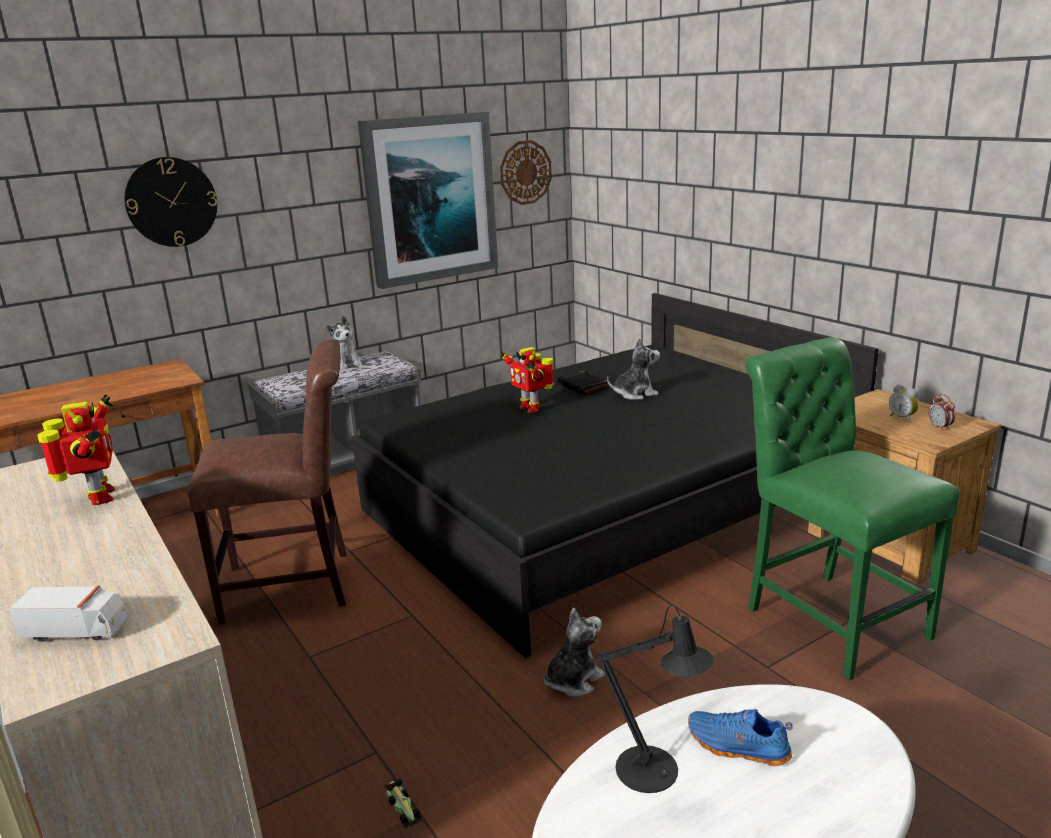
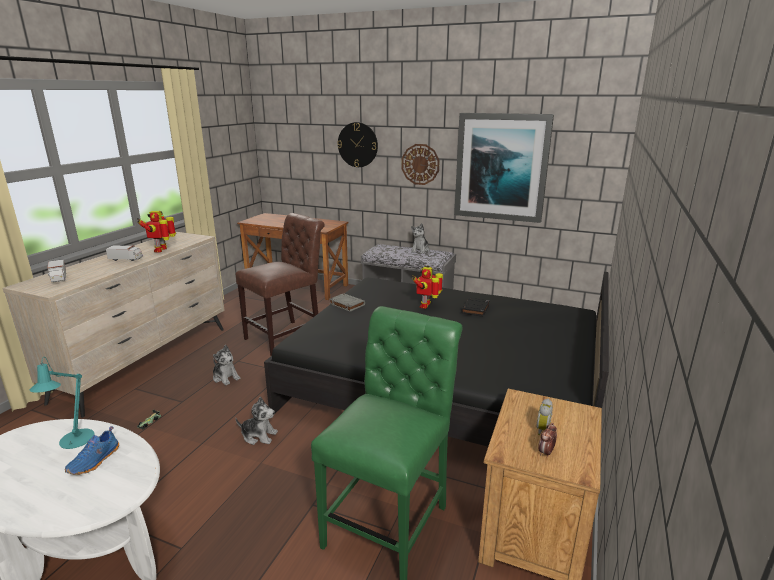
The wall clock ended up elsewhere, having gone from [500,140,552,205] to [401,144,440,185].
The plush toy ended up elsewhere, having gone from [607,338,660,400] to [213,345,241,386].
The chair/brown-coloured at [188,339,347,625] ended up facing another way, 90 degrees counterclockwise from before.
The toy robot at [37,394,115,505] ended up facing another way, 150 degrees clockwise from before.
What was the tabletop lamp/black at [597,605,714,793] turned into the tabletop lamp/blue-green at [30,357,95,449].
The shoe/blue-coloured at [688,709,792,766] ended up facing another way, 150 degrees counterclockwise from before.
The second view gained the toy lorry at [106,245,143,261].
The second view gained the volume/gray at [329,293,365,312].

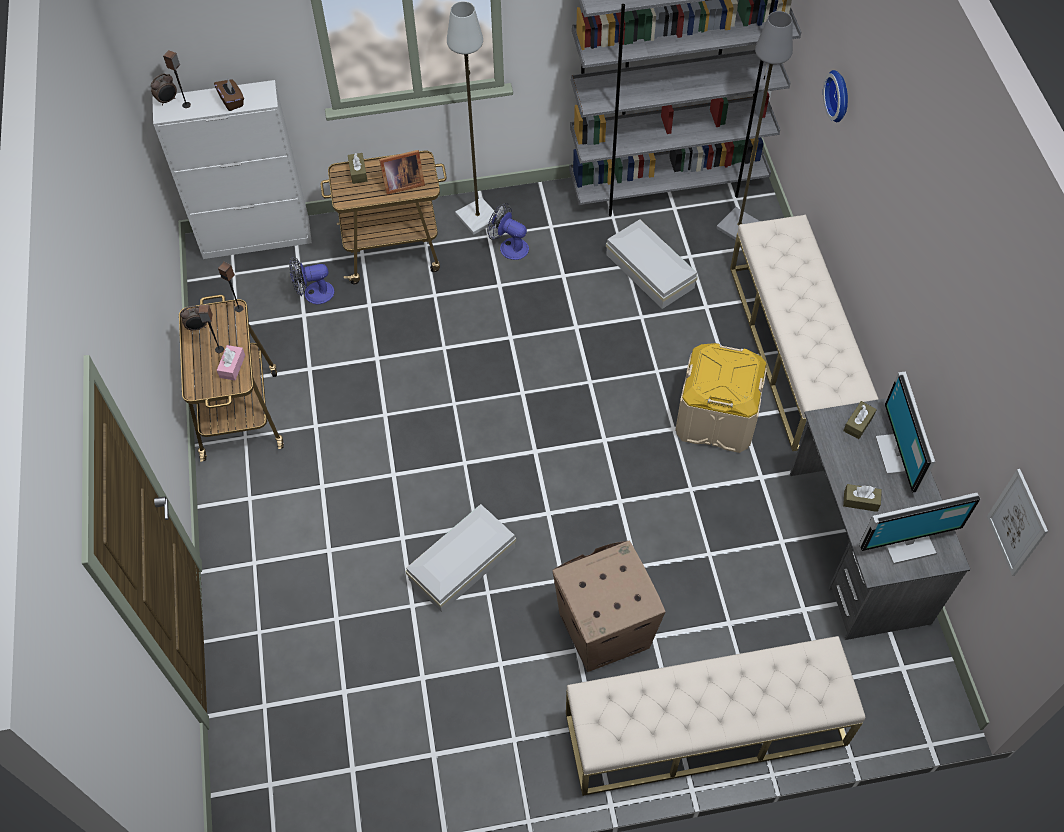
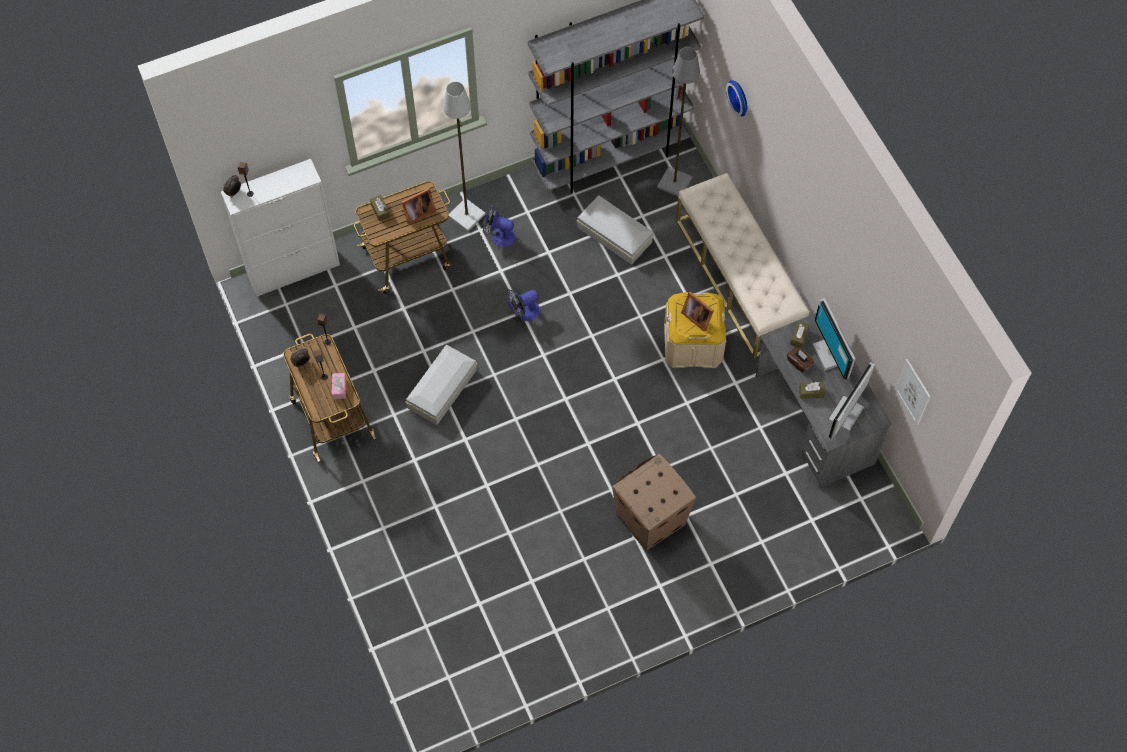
The tissue holder/brown-coloured ended up elsewhere, having gone from [214,79,244,111] to [787,347,814,373].
The cooling fan ended up elsewhere, having gone from [289,256,334,304] to [506,289,540,321].
The computer display at [859,493,980,565] ended up facing another way, 150 degrees clockwise from before.
The storage box/whitish ended up elsewhere, having gone from [406,504,516,612] to [405,345,477,425].
The second view lost the bench/beige at [566,636,865,796].
The second view gained the photo frame at [681,292,714,332].

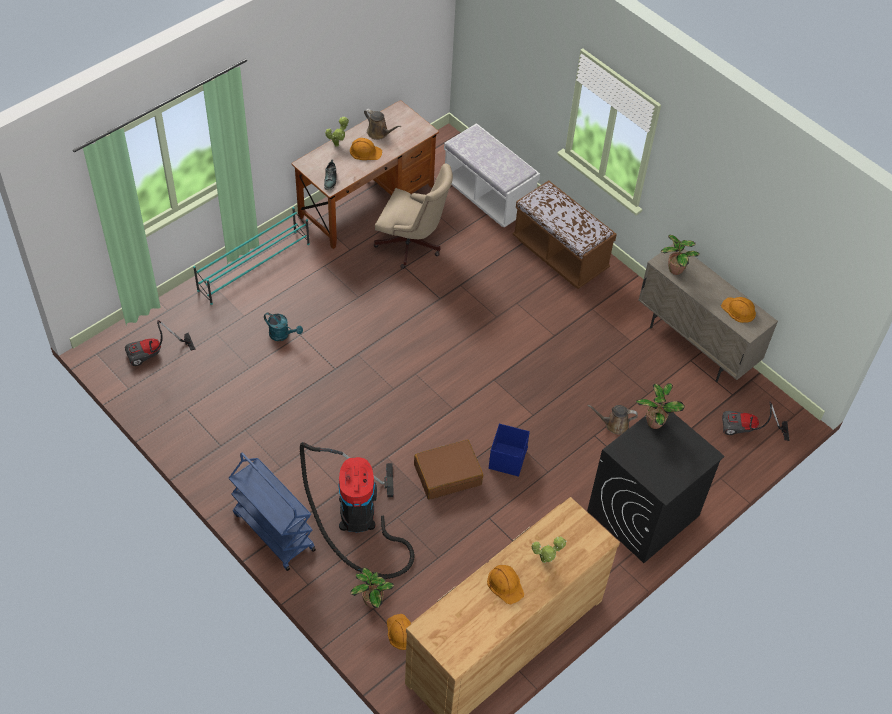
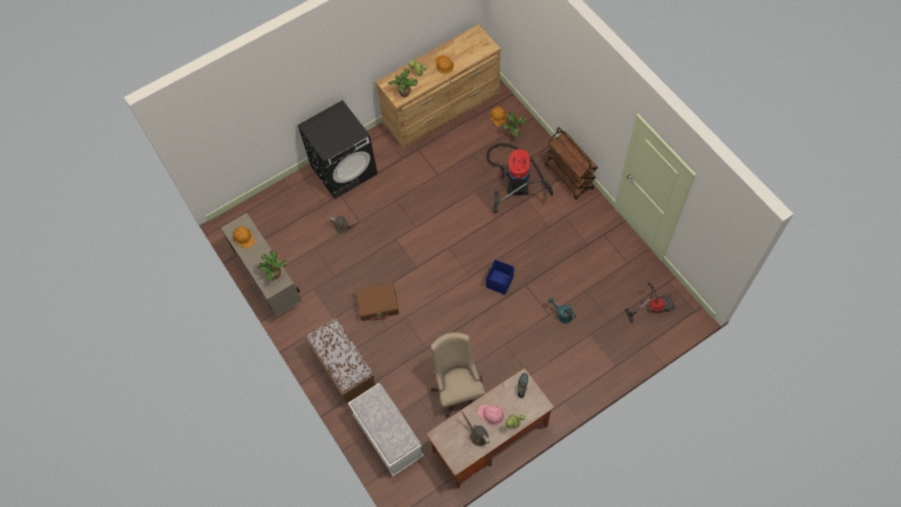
What was the safety helmet/orangey at [350,138,382,160] turned into the safety helmet/pink-coloured at [477,405,505,426].
The computer chair/beige at [374,164,453,269] ended up facing another way, 45 degrees clockwise from before.
The second view lost the shoe stand/blue-green at [193,207,310,305].
The potted plant ended up elsewhere, having gone from [636,383,685,429] to [388,69,418,97].
The second view lost the vacuum cleaner at [722,402,789,441].
The storage box/blue-coloured ended up elsewhere, having gone from [489,423,530,477] to [486,260,514,295].
The suitcase/brown-coloured ended up elsewhere, having gone from [414,439,483,500] to [355,283,399,321].
What was the cart/blue-coloured at [229,453,316,571] turned into the cart/brown-coloured at [545,127,598,200].

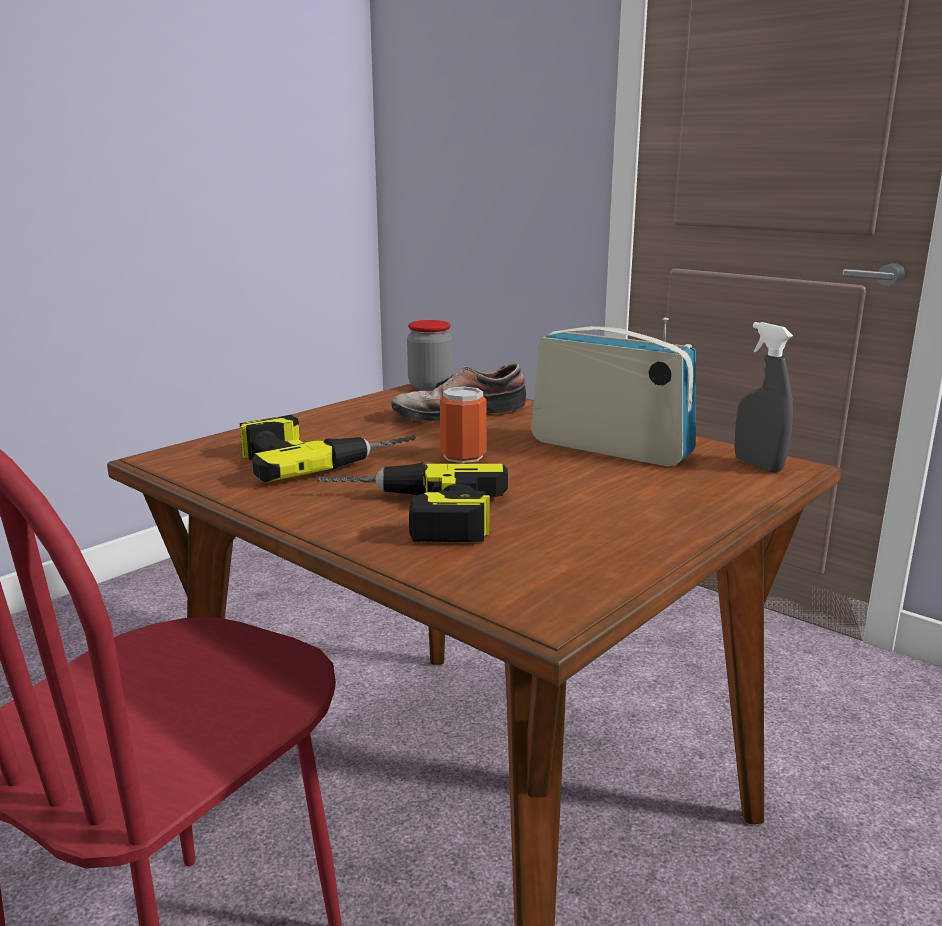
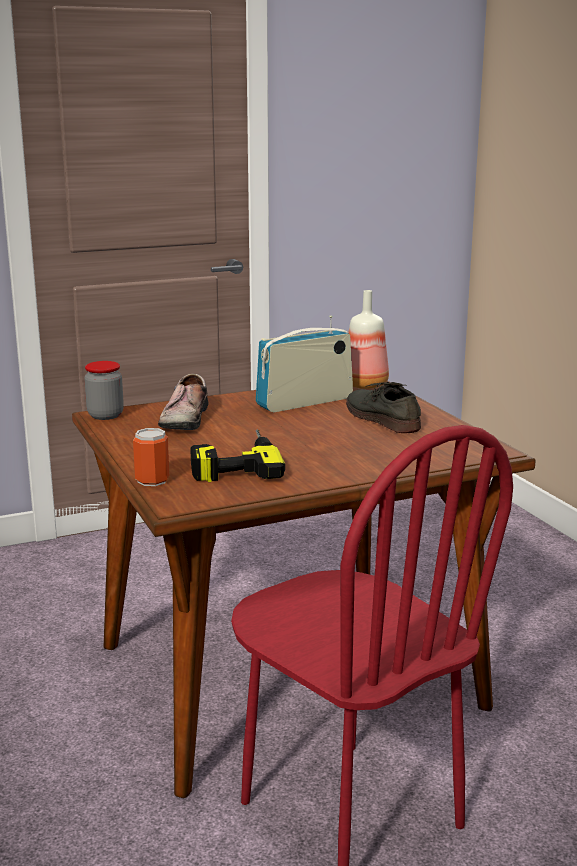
Where the hand sprayer/gray stood at [734,322,793,473], the drink bottle came to stand at [348,290,389,389].
The metal can ended up elsewhere, having gone from [440,387,486,463] to [133,428,169,486].
The second view lost the power drill at [316,462,508,542].
The second view gained the shoe/gray at [346,382,421,433].

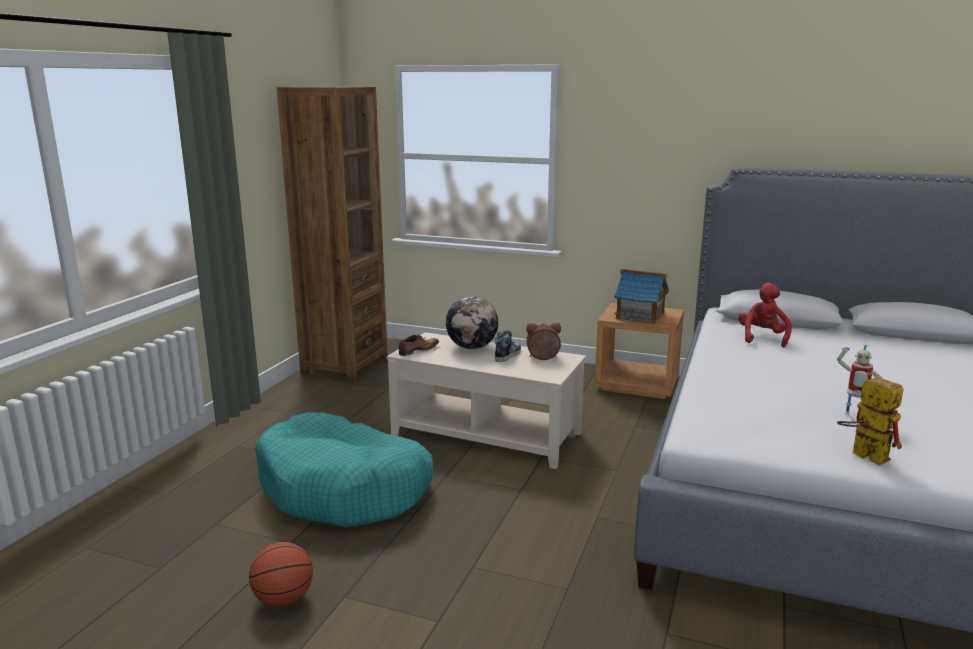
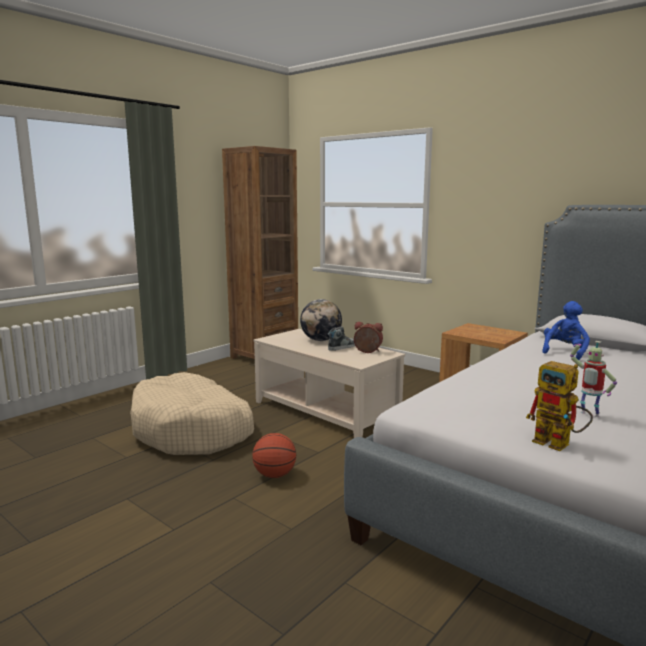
The second view lost the model house at [614,268,669,324].
What was the plush toy/red-coloured at [738,283,792,347] turned into the plush toy/blue-coloured at [542,301,590,360].
The second view lost the shoe at [399,335,439,356].
The toy robot at [837,372,904,466] ended up facing another way, 150 degrees clockwise from before.
What was the pet bed/blue-green at [255,412,433,527] turned into the pet bed/beige at [130,372,254,455].
The basketball ball ended up elsewhere, having gone from [249,542,313,607] to [252,433,296,478].

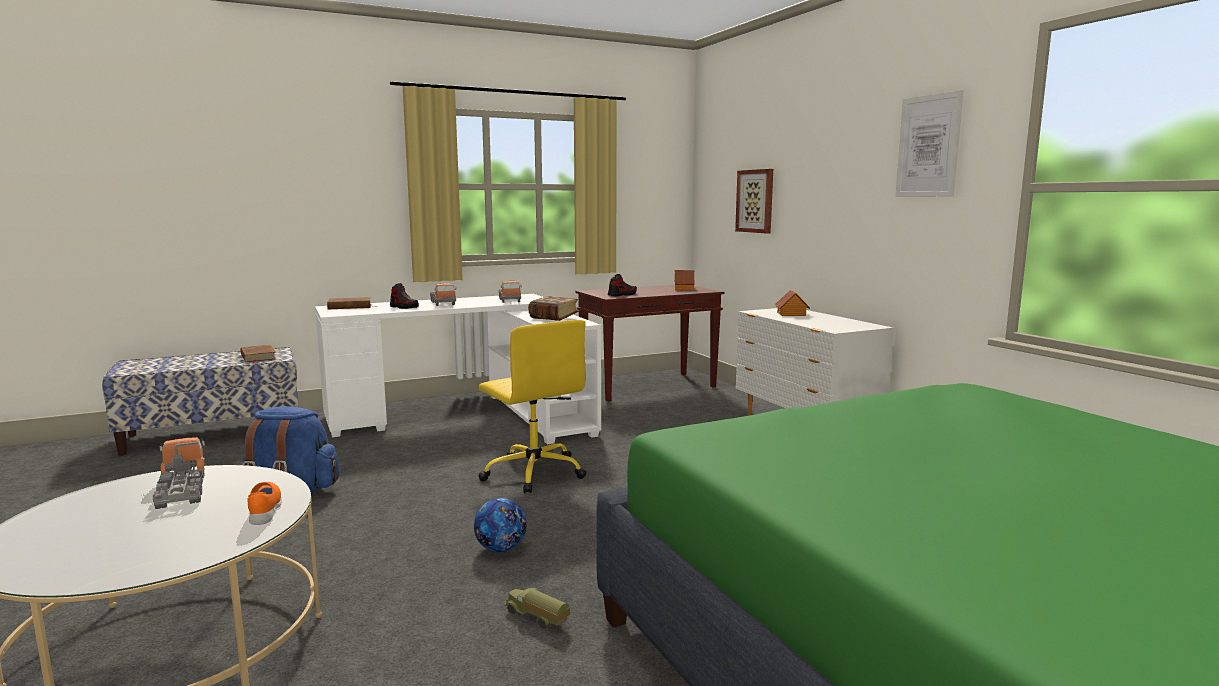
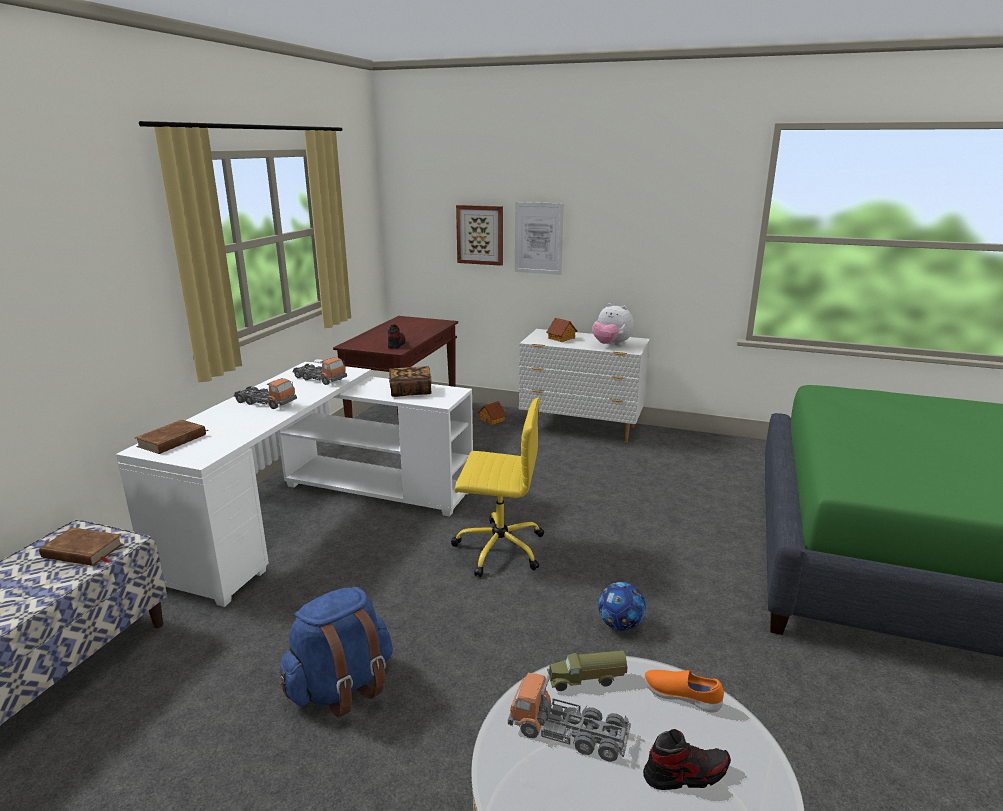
The picture ended up elsewhere, having gone from [895,90,964,197] to [515,202,564,275].
The model house ended up elsewhere, having gone from [675,270,695,291] to [478,401,507,425].
The shoe ended up elsewhere, having gone from [390,283,419,309] to [643,729,731,790].
The toy lorry ended up elsewhere, having gone from [504,588,570,629] to [547,650,628,691].
The second view gained the plush toy at [592,303,634,346].

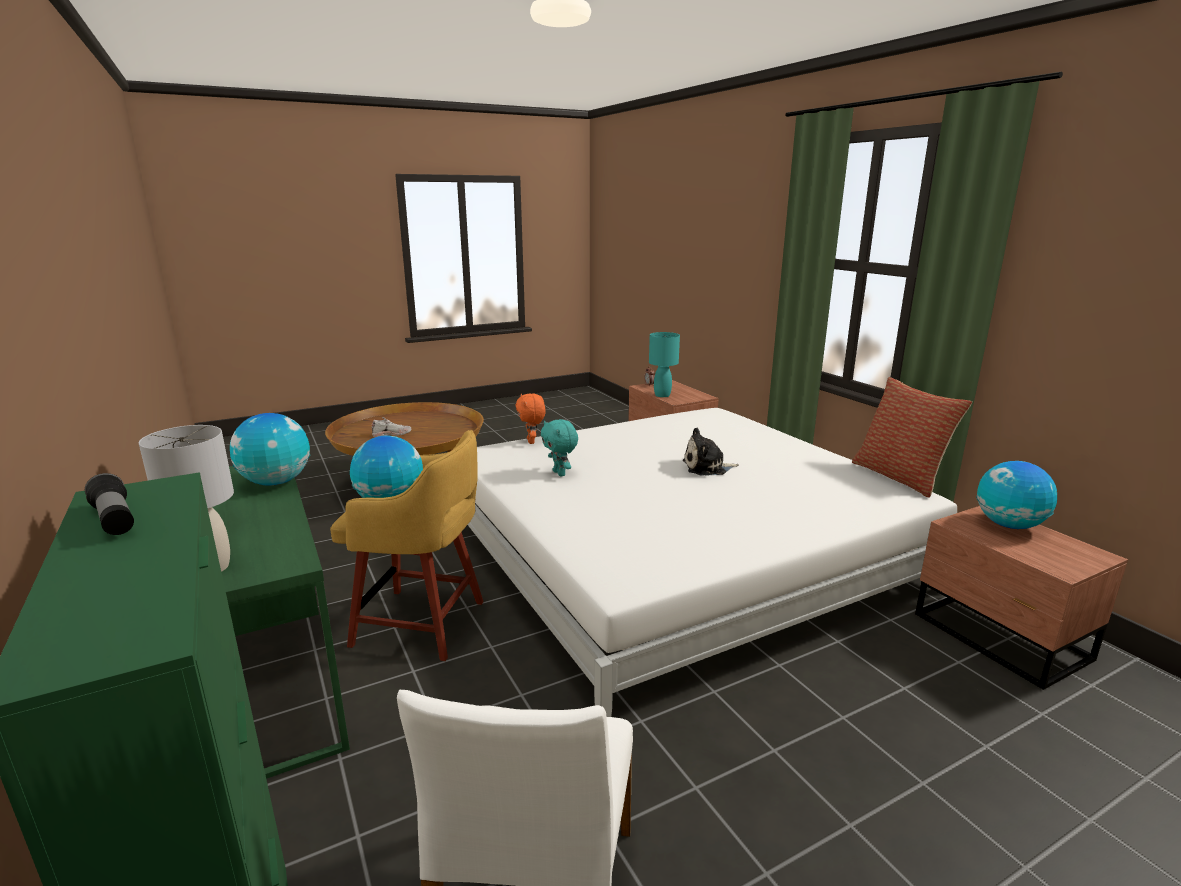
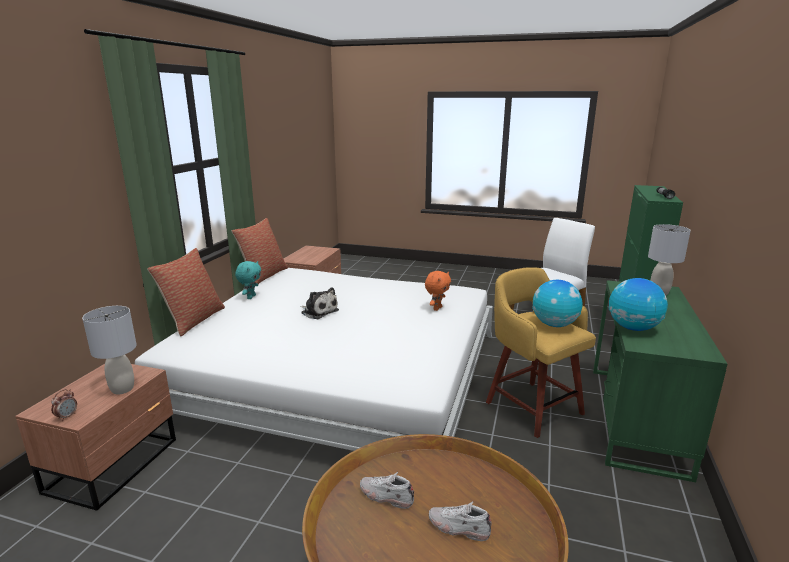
What was the tabletop lamp/blue-green at [649,332,680,397] turned into the tabletop lamp/gray at [82,306,137,394].
The plush toy/orangey ended up elsewhere, having gone from [515,393,546,444] to [425,271,451,311].
The plush toy/blue-green ended up elsewhere, having gone from [541,419,578,477] to [235,261,261,299].
The second view lost the desk globe at [976,461,1057,529].
The second view gained the pillow at [147,248,225,336].
The second view gained the shoe/whitish at [360,472,414,509].

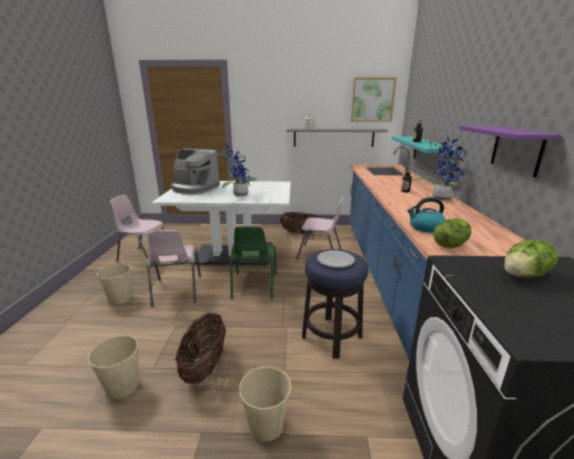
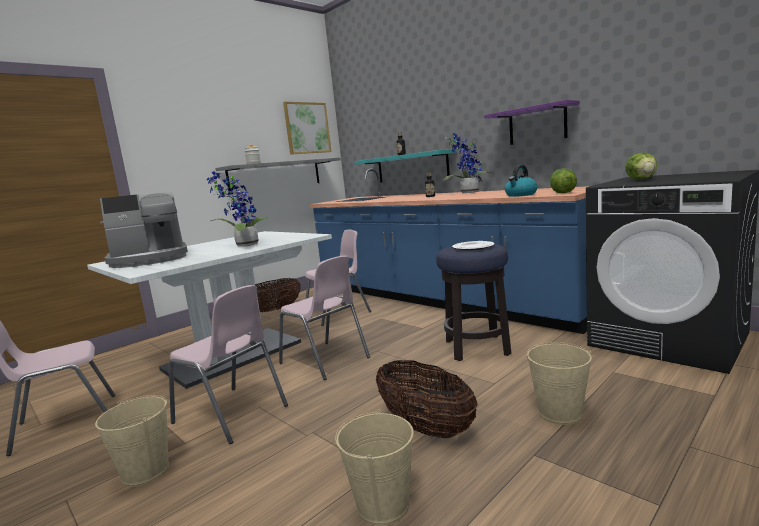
What was the chair/green-coloured at [230,226,277,299] turned into the chair/pink-coloured at [279,256,370,380].

